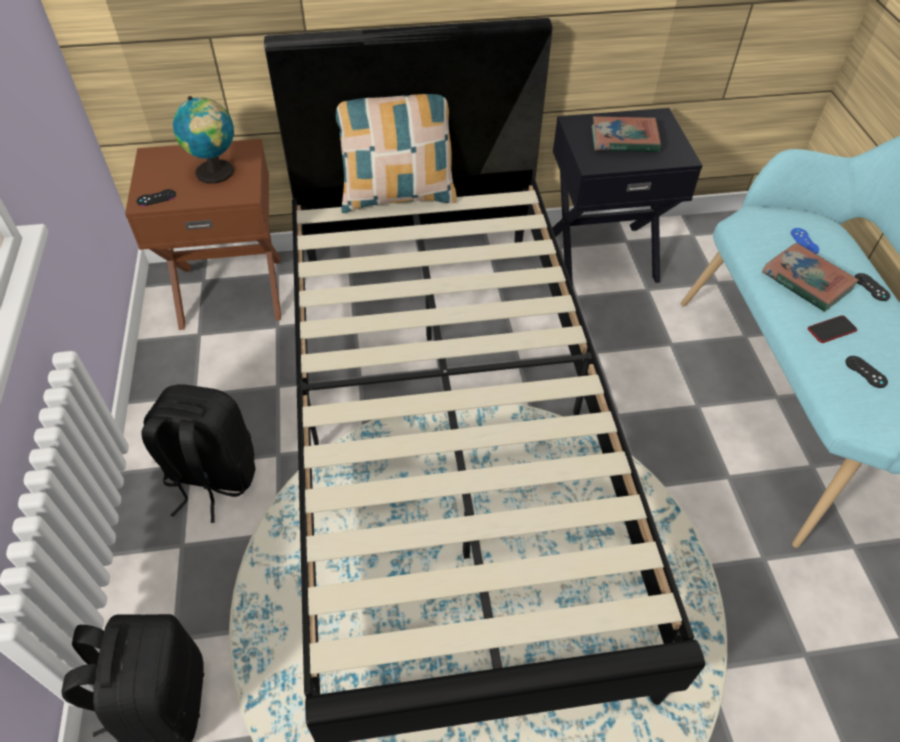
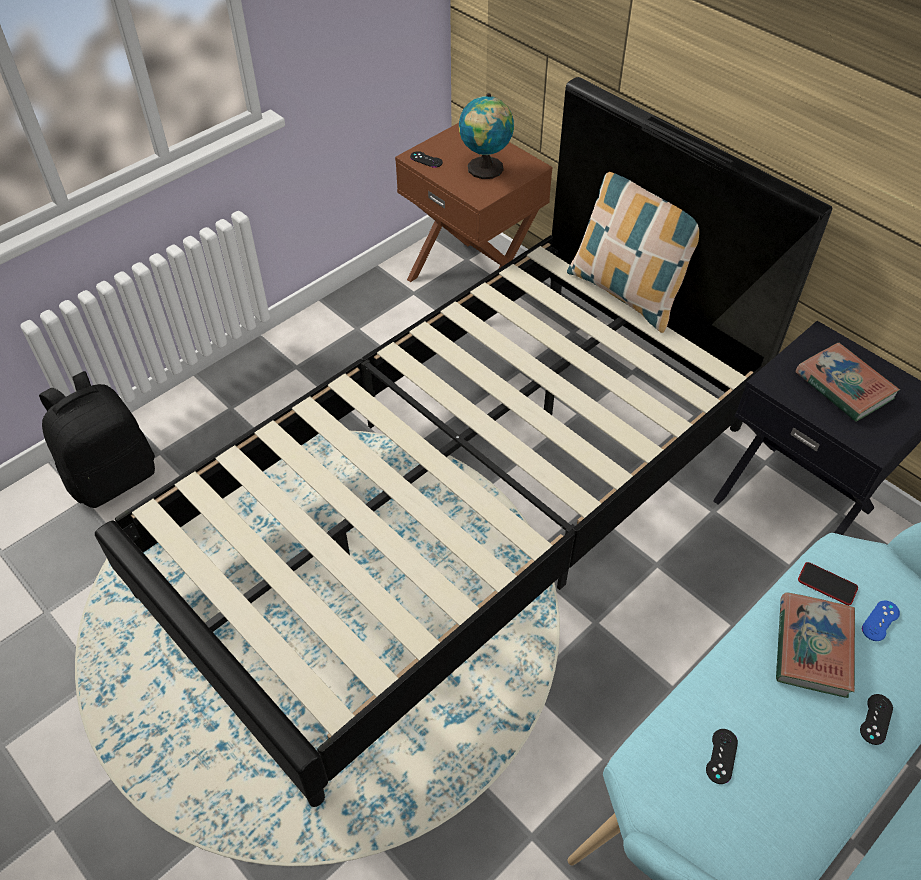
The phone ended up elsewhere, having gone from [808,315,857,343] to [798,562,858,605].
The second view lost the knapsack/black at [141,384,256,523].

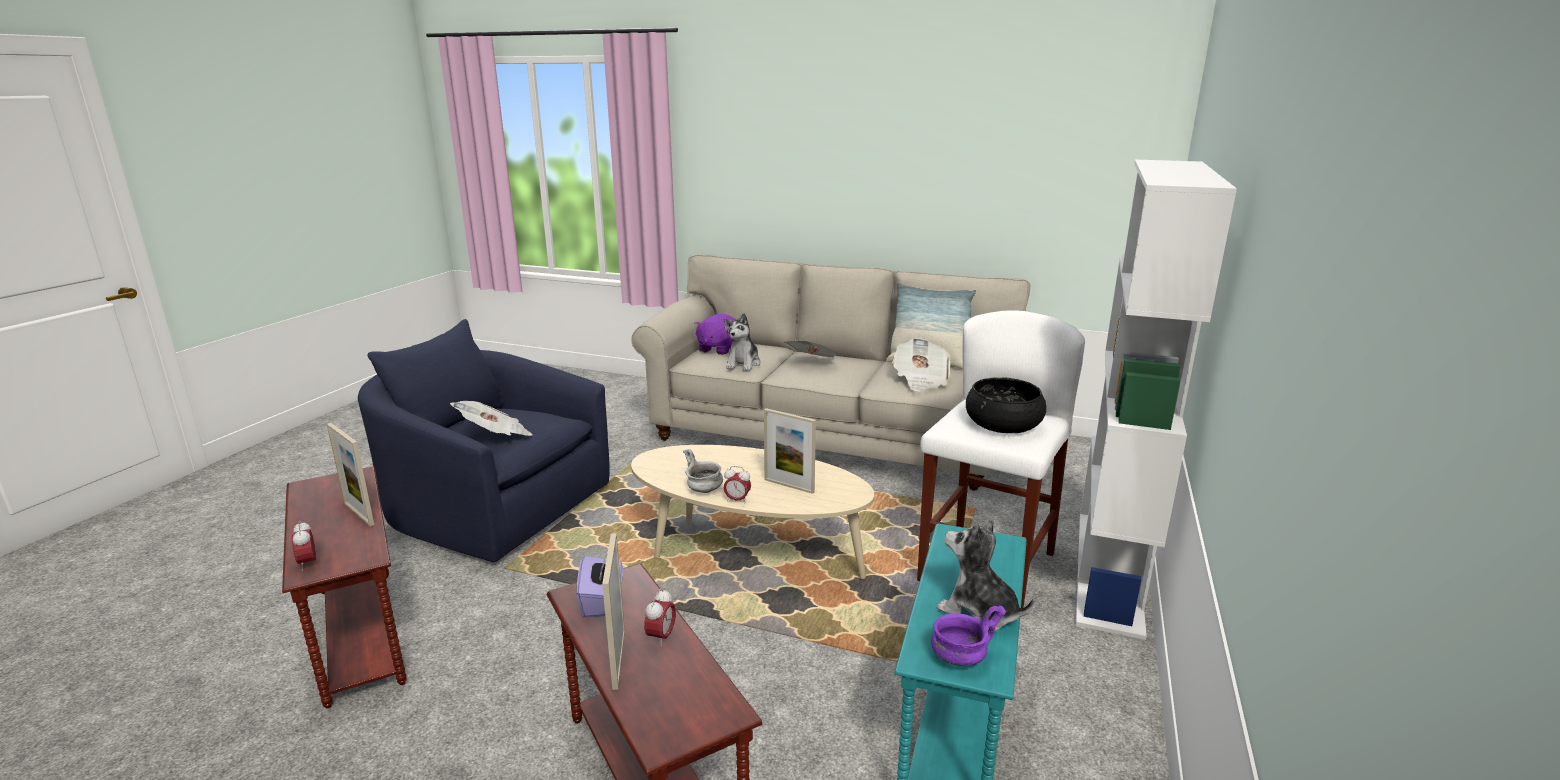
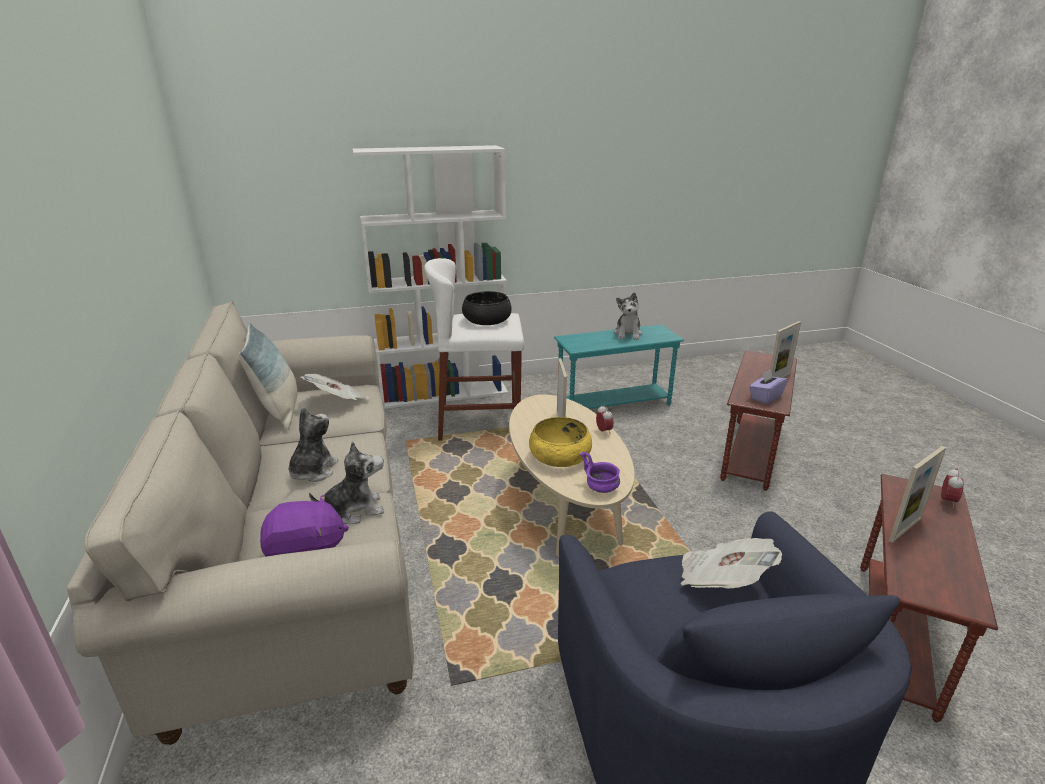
Where the daily paper stood at [784,341,838,357], the plush toy came to stand at [288,408,339,482].
The photo frame at [327,423,374,526] ended up facing another way, 45 degrees clockwise from before.
The second view lost the deep dish/gray at [683,449,723,493].
The second view lost the table clock at [644,588,676,647].
The deep dish/purplish ended up elsewhere, having gone from [931,606,1006,666] to [580,452,620,493].
The second view gained the deep dish/yellow-coloured at [529,417,592,467].

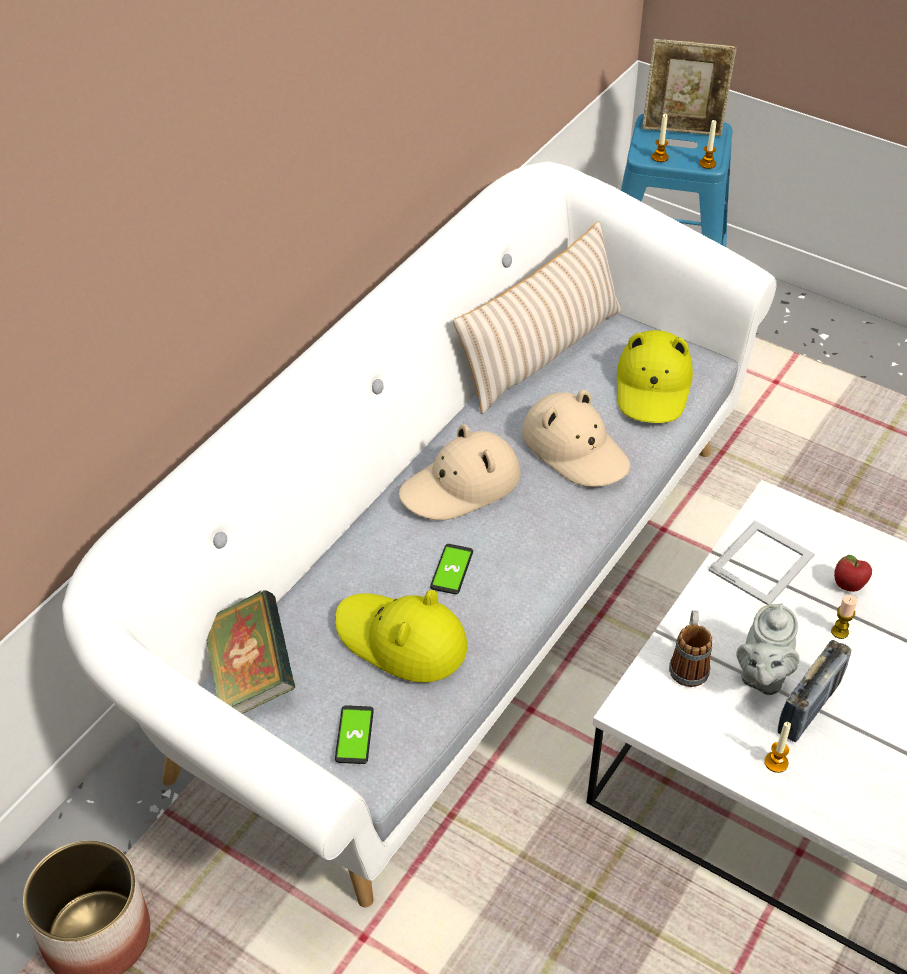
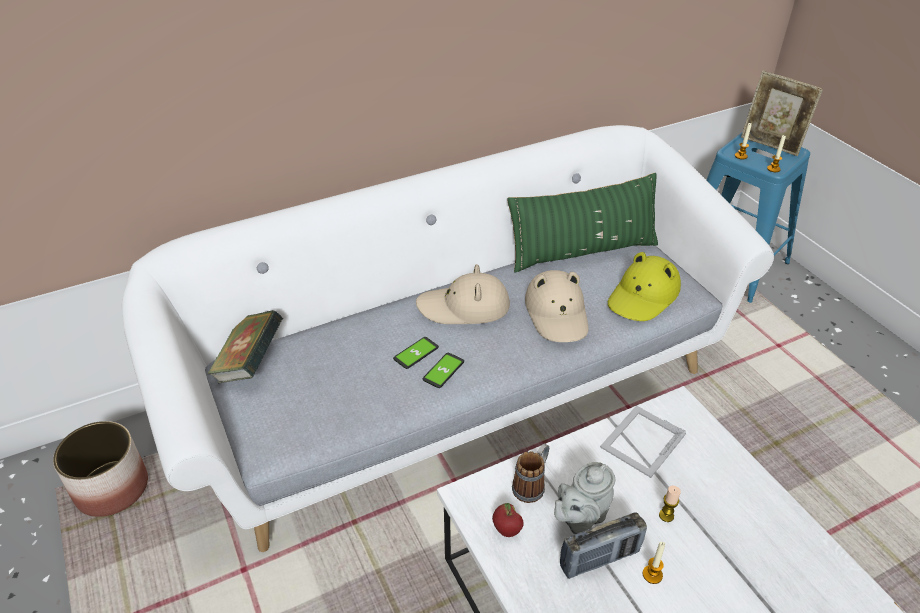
What was the pillow/beige at [453,221,621,414] turned into the pillow/green-coloured at [507,173,658,272].
The photo frame at [708,521,815,605] ended up facing another way, 150 degrees clockwise from before.
The apple fruit ended up elsewhere, having gone from [834,555,872,592] to [492,503,524,537].
The second view lost the hat/yellow-coloured at [335,590,468,683].
The phone ended up elsewhere, having gone from [335,705,374,764] to [423,353,464,388].
The wax candle ended up elsewhere, having gone from [765,722,791,773] to [643,542,665,584].

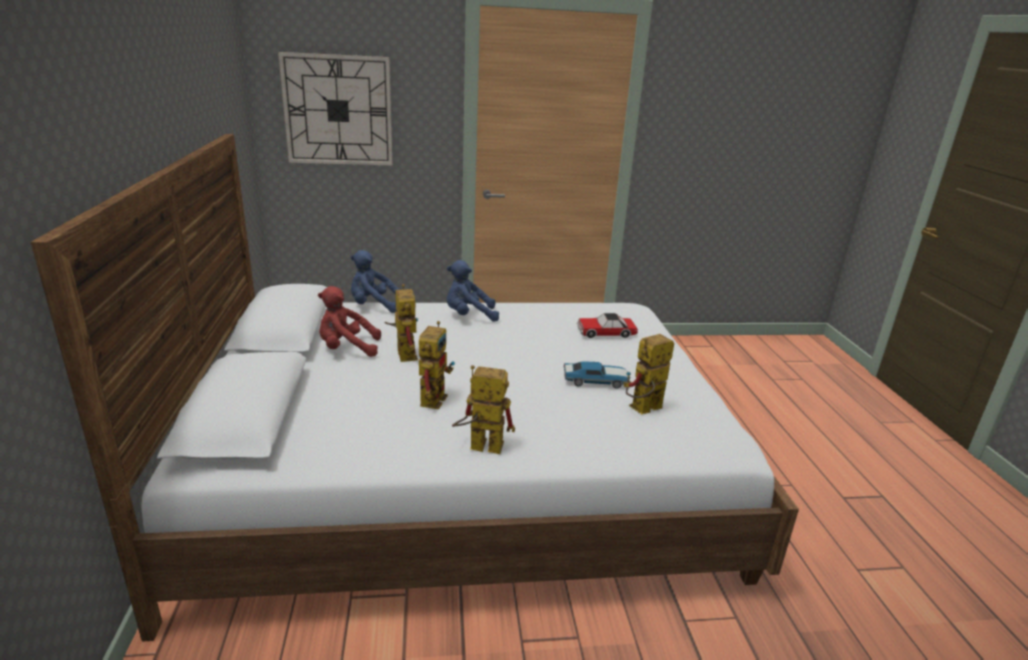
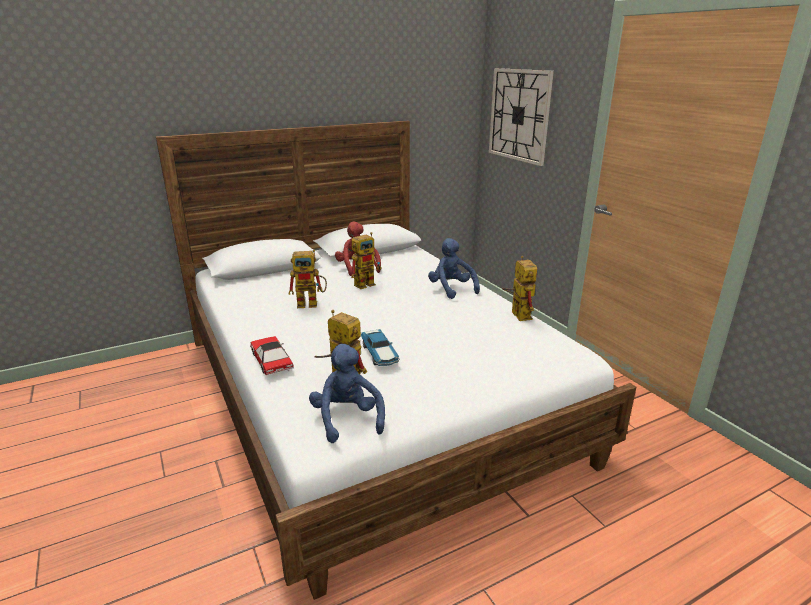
The plush toy/blue-coloured ended up elsewhere, having gone from [351,250,400,313] to [309,344,385,443].
The toy car ended up elsewhere, having gone from [577,313,638,338] to [250,336,294,375].
The toy robot ended up elsewhere, having gone from [452,365,515,454] to [502,256,537,321].

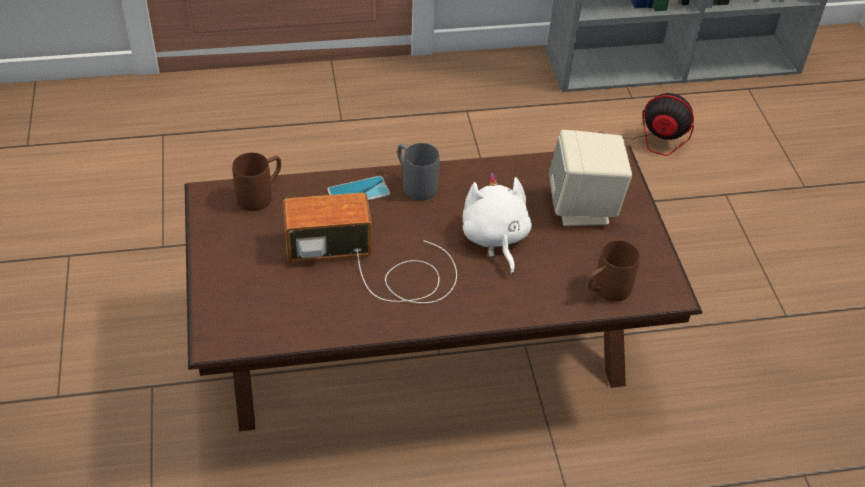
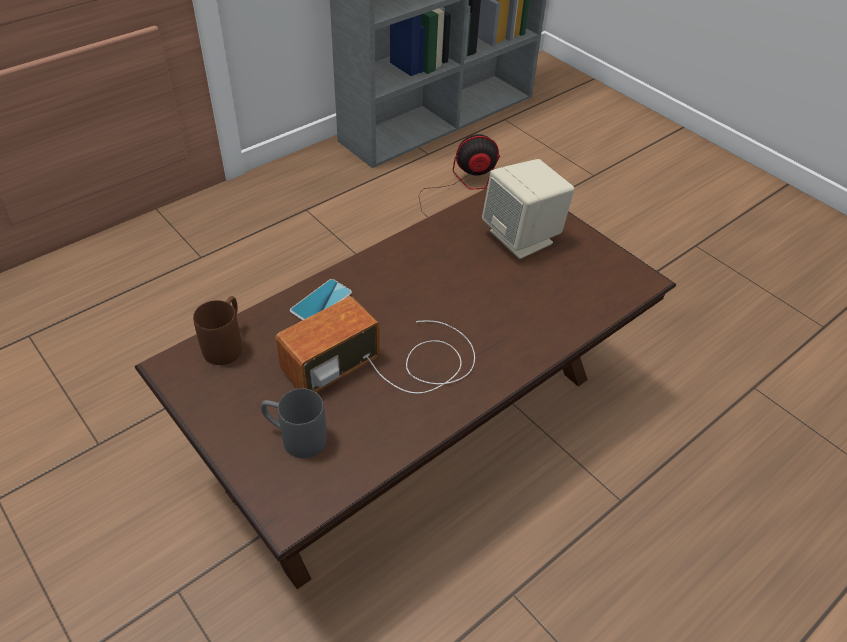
The mug/gray ended up elsewhere, having gone from [397,143,440,201] to [261,388,327,459].
The second view lost the plush toy/whitish at [463,173,532,274].
The second view lost the mug/brown-coloured at [587,240,640,302].

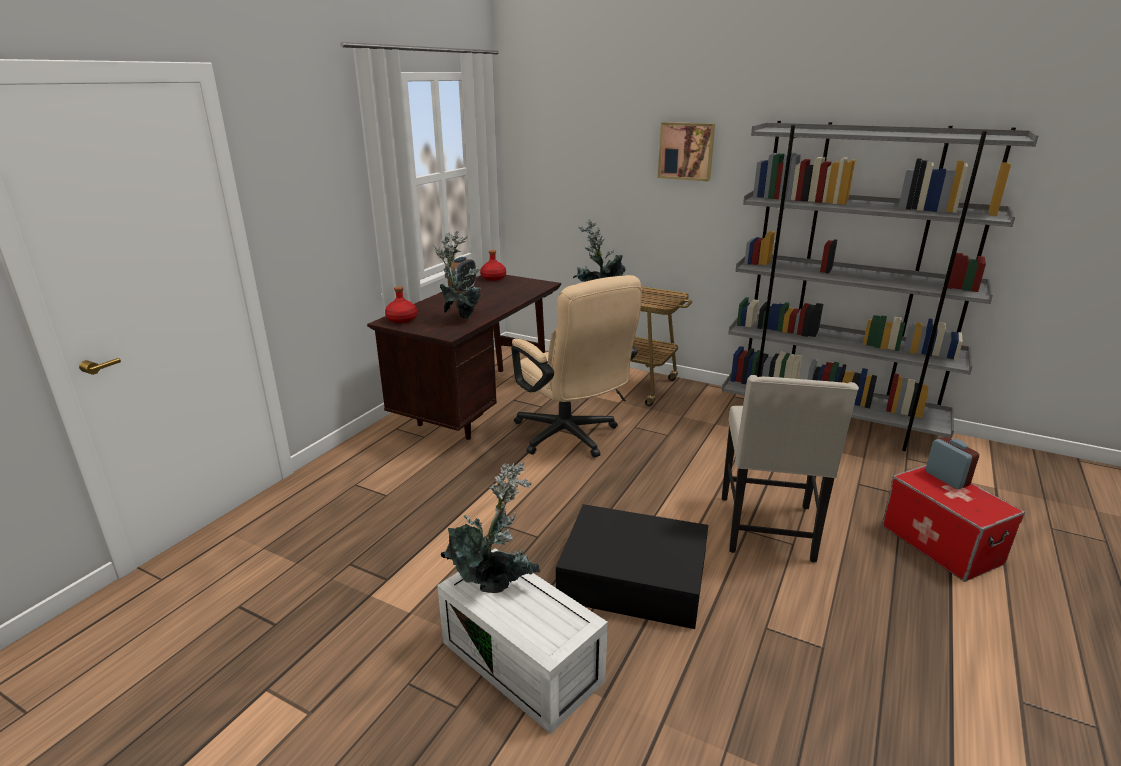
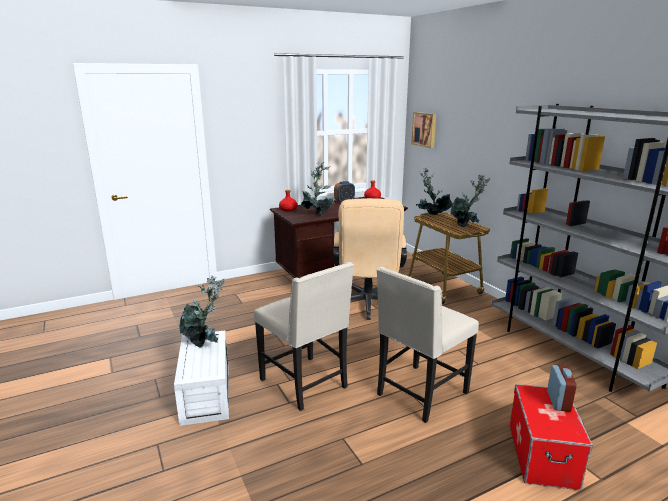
The picture ended up elsewhere, having gone from [658,122,715,181] to [411,112,436,148].
Where the storage box/black stood at [556,504,708,629], the chair/beige came to stand at [254,262,354,411].
The second view gained the potted plant at [451,175,490,227].

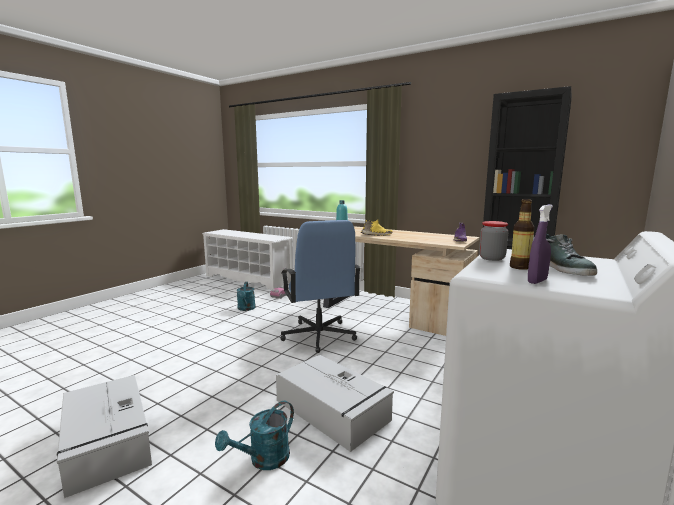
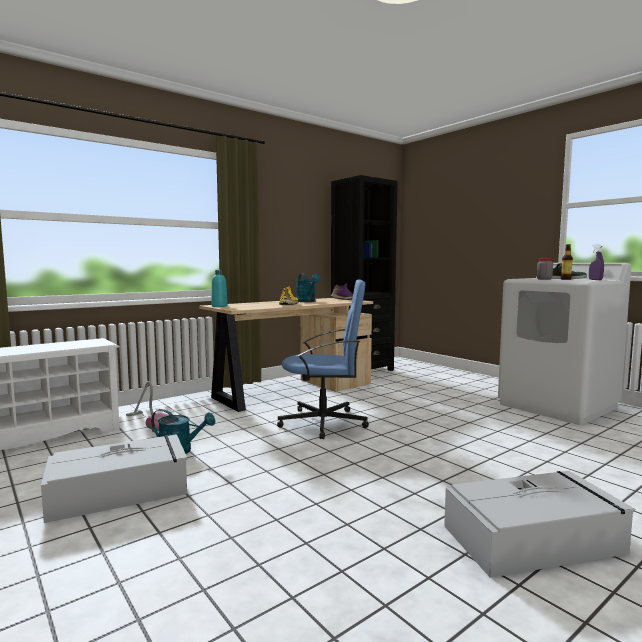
The storage box/gray ended up elsewhere, having gone from [276,355,394,452] to [41,434,187,523].
The sprinkling can/blue-green ended up elsewhere, having gone from [215,401,294,470] to [296,273,321,302].

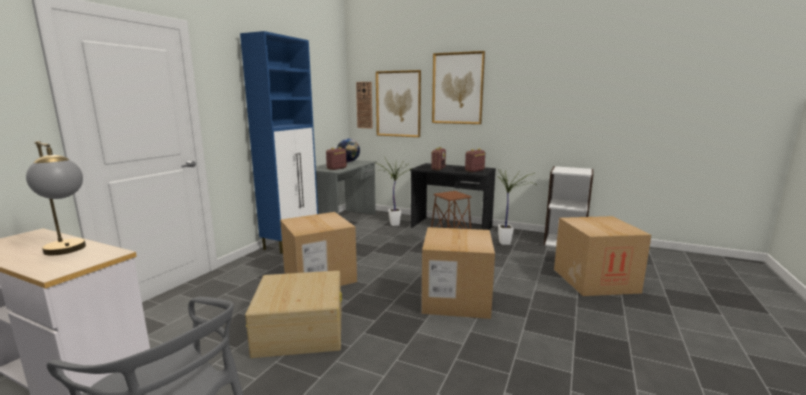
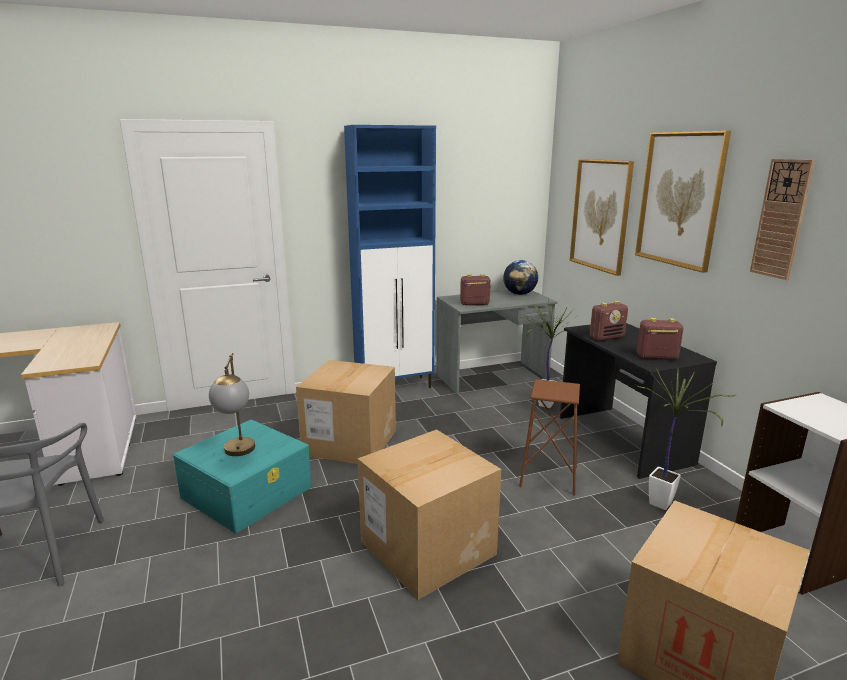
The wall clock ended up elsewhere, having gone from [356,82,373,129] to [750,159,815,280].
The tabletop lamp ended up elsewhere, having gone from [26,141,86,255] to [209,353,255,456].
What was the storage box/beige at [245,271,342,358] turned into the storage box/blue-green at [173,420,312,533].

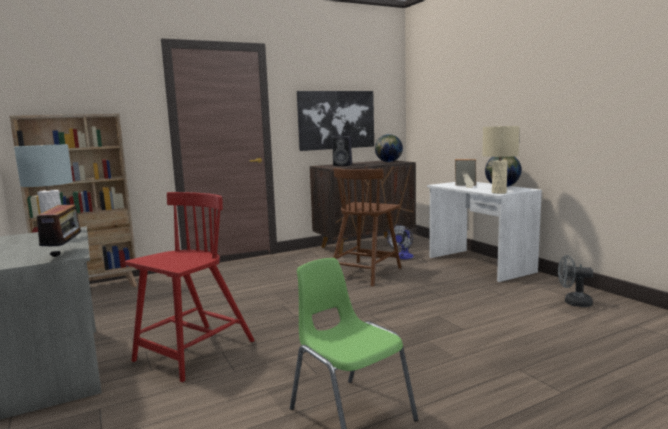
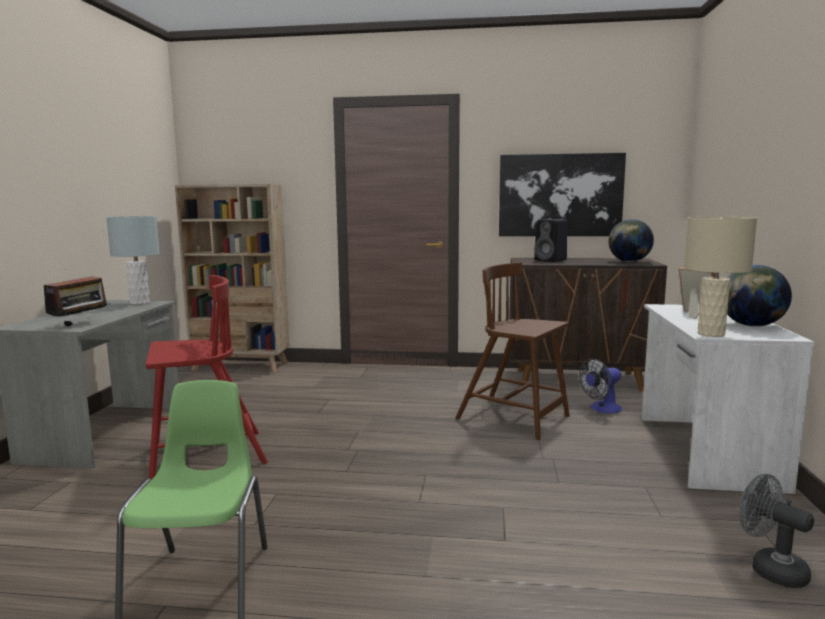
The chair/brown-coloured at [333,168,401,287] ended up facing another way, 60 degrees clockwise from before.

